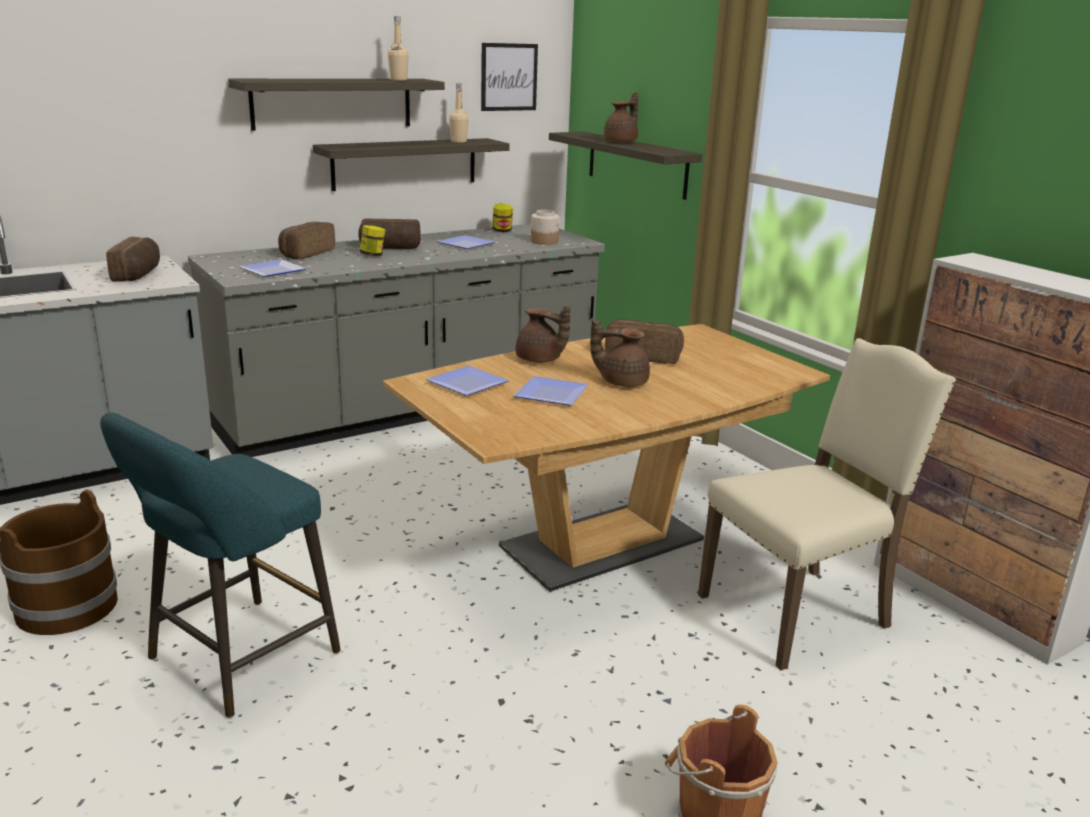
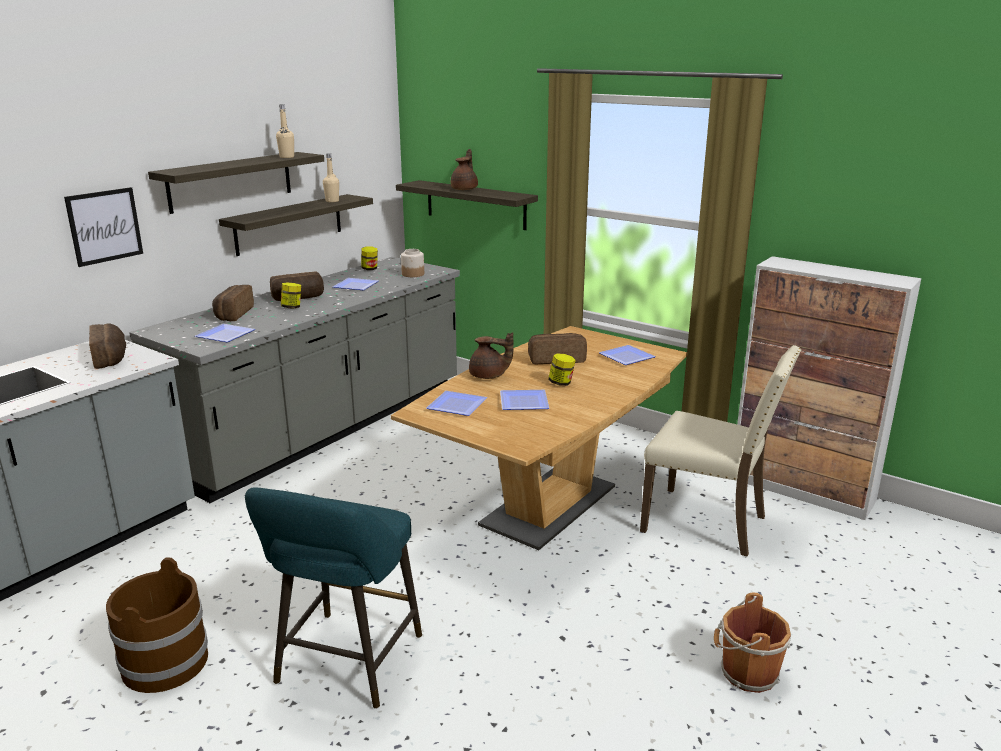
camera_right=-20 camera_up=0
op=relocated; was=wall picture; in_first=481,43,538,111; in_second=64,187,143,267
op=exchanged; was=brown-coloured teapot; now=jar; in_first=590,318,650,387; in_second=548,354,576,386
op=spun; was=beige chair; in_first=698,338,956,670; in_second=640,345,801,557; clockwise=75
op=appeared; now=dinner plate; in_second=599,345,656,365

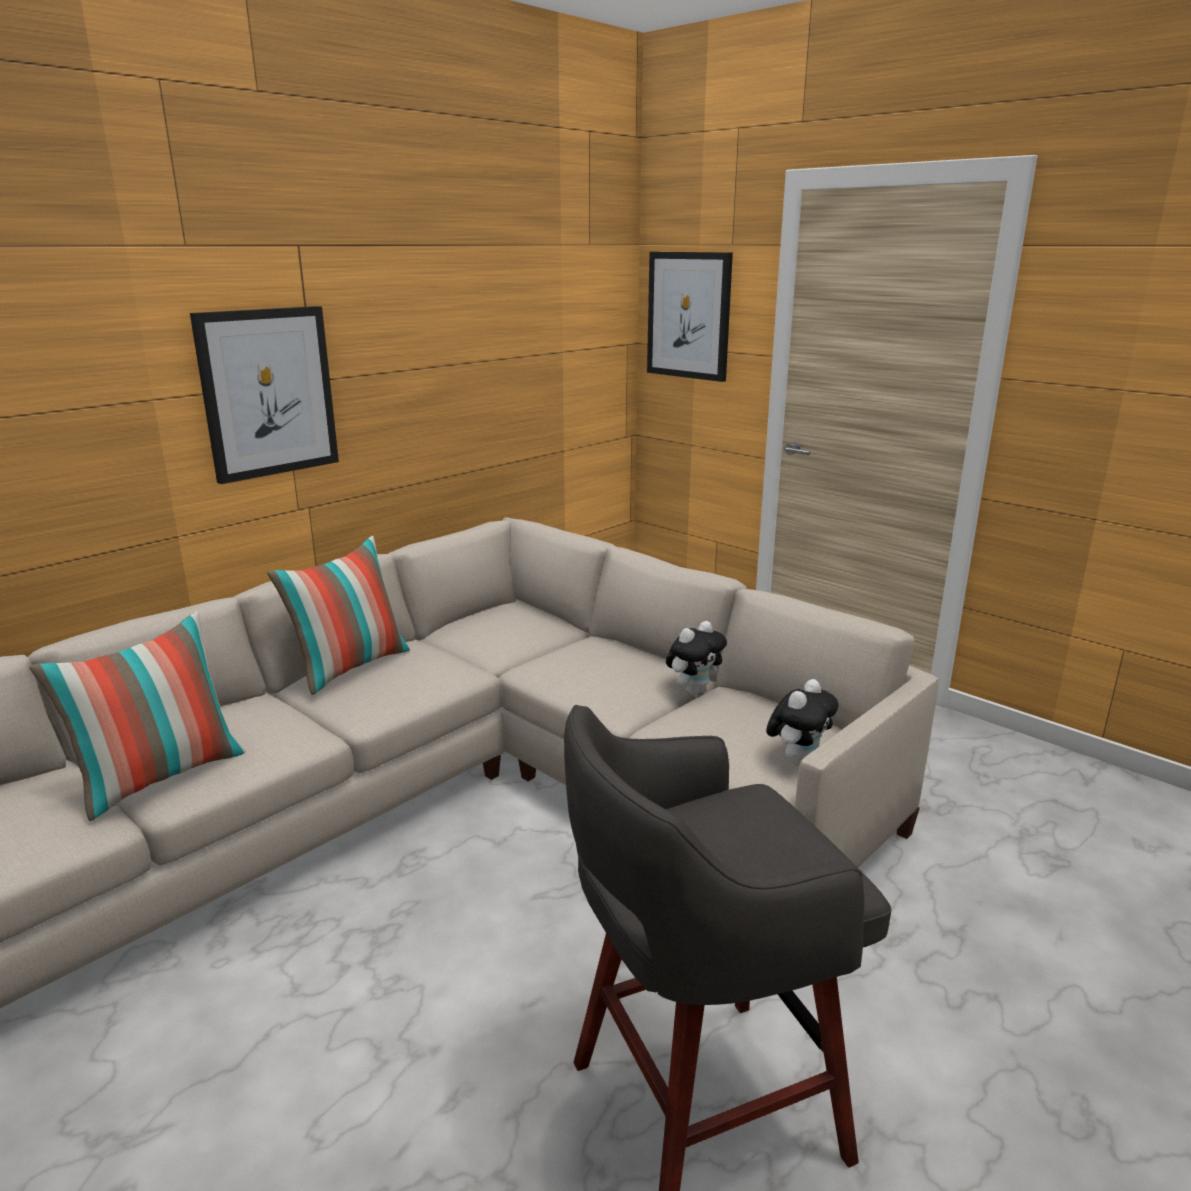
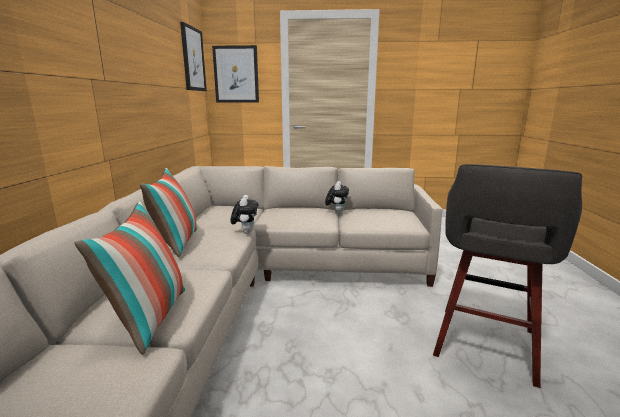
camera_right=-40 camera_up=-5
op=relocated; was=wall picture; in_first=190,306,339,484; in_second=180,22,207,91
op=relocated; was=cuddly toy; in_first=766,679,838,766; in_second=230,195,258,234

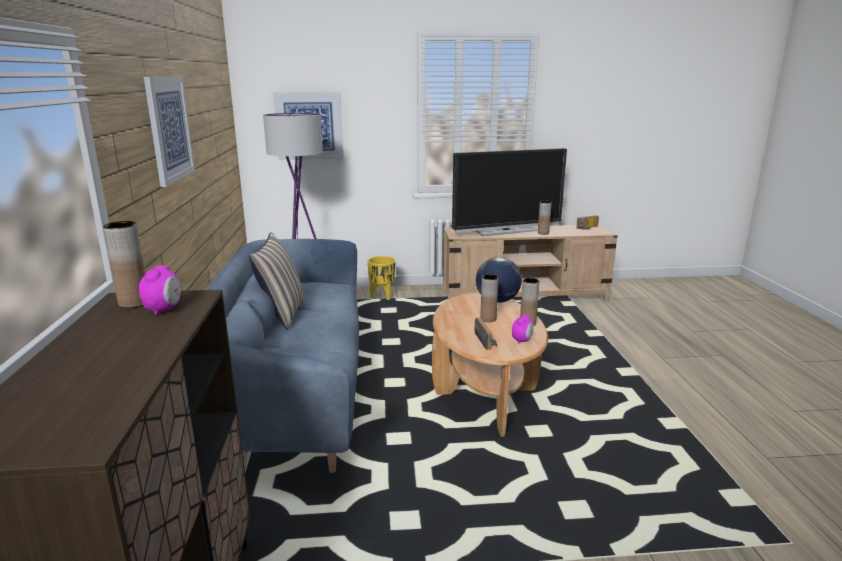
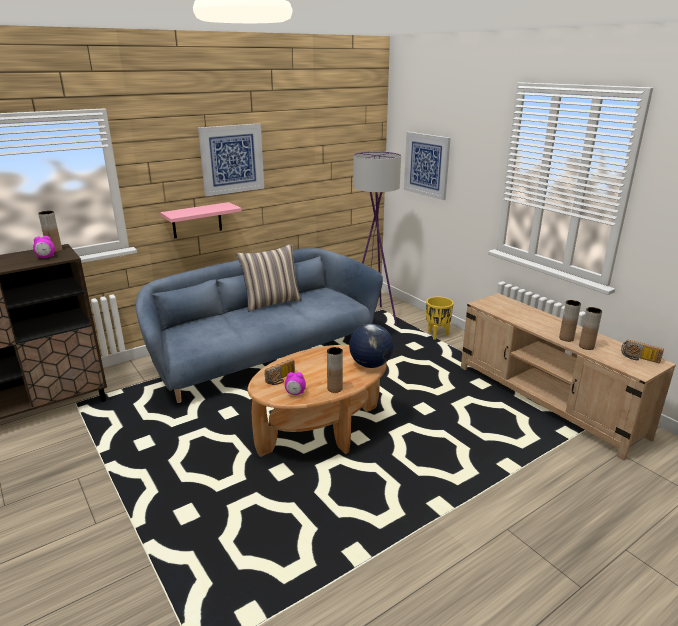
camera_right=60 camera_up=5
op=missing; was=TV; in_first=452,148,567,236
op=relocated; was=brown-coloured flower vase; in_first=480,274,498,322; in_second=579,307,602,350
op=appeared; now=pink-coloured bracket shelf; in_second=160,202,242,238

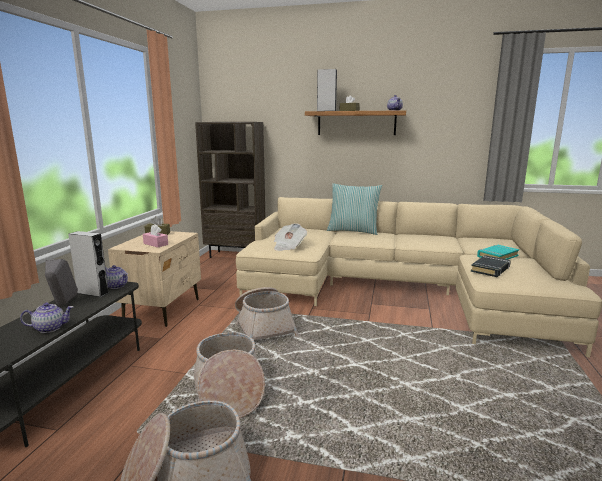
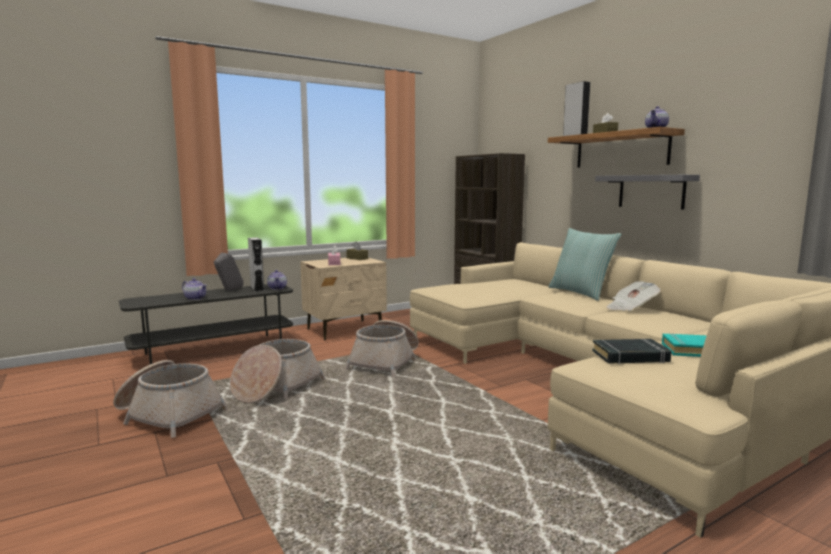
camera_right=45 camera_up=-5
op=relocated; was=newspaper; in_first=274,223,307,251; in_second=607,281,660,311
op=appeared; now=gray bracket shelf; in_second=595,175,700,210

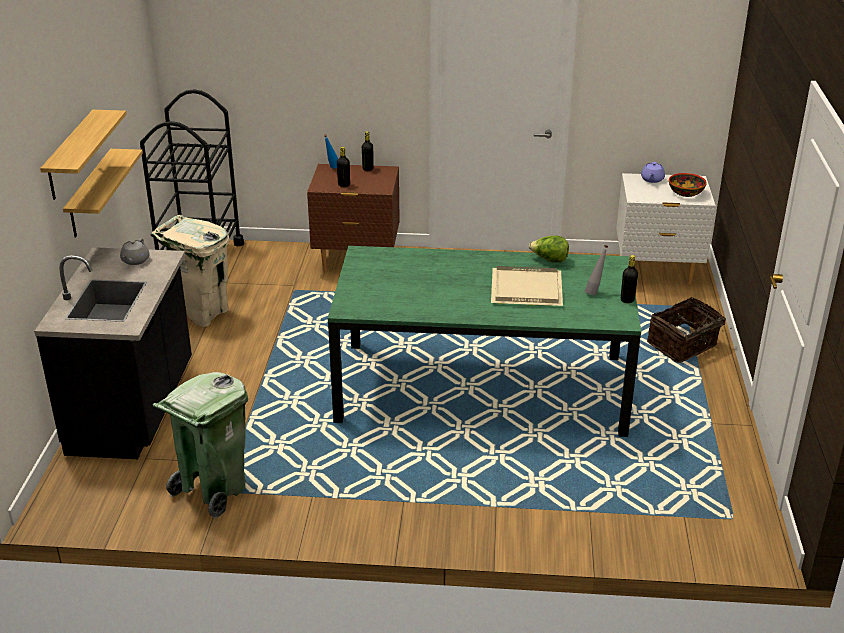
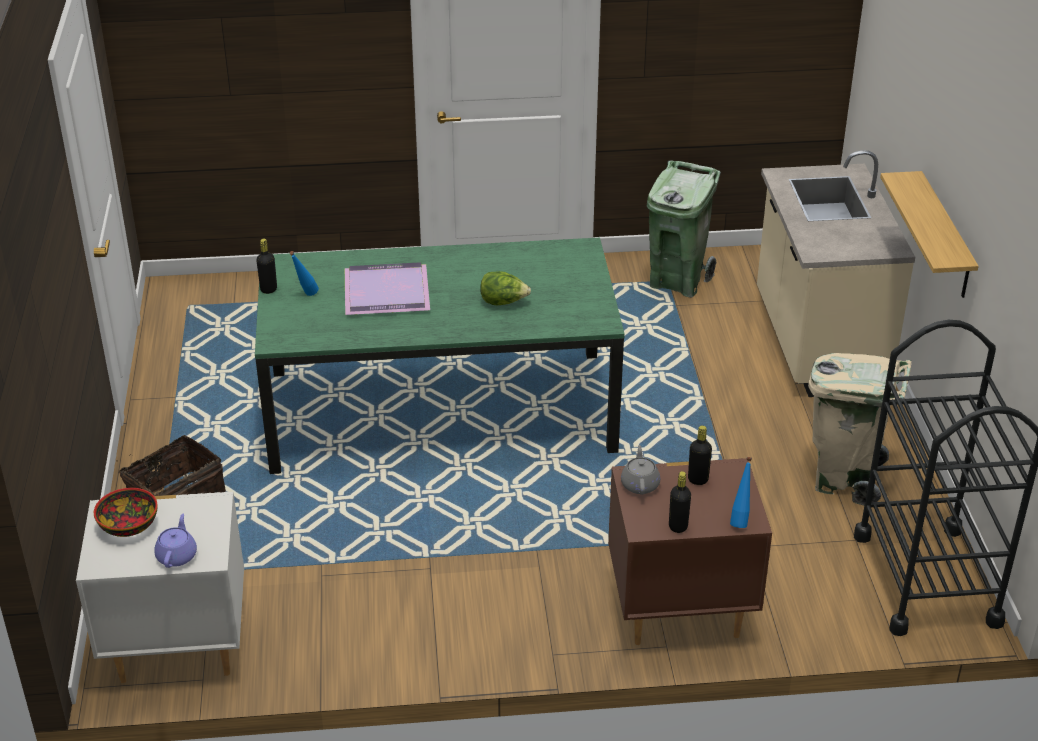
camera_right=170 camera_up=5
op=colour; was=black counter; now=beige counter; in_first=34,247,192,459; in_second=757,150,915,397
op=missing; was=bracket shelf; in_first=40,110,127,200
op=relocated; was=gray teapot; in_first=120,238,149,265; in_second=621,445,660,495
op=colour; was=beige carrying tray; now=purplish carrying tray; in_first=491,266,563,306; in_second=345,262,430,315
op=relocated; was=head of lettuce; in_first=529,236,569,263; in_second=480,271,531,305
op=colour; was=gray bottle; now=blue-coloured bottle; in_first=585,245,608,295; in_second=289,251,319,296

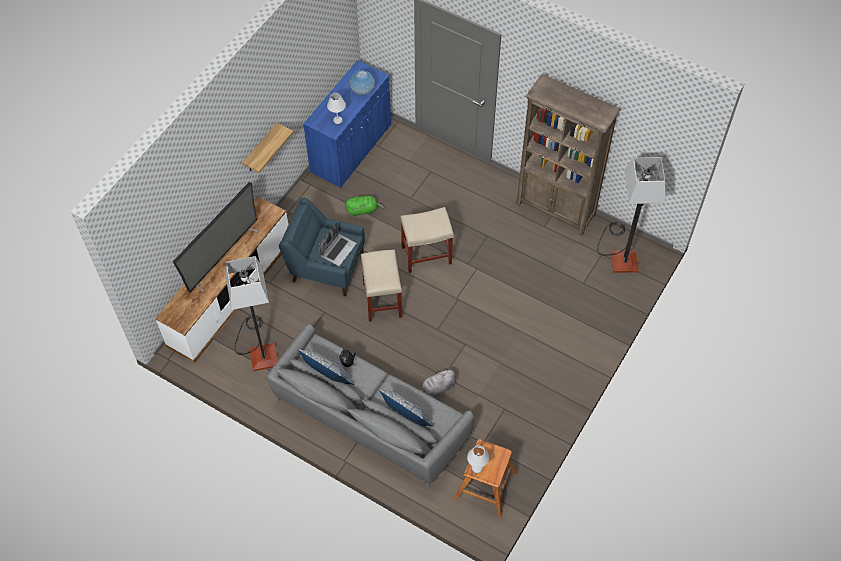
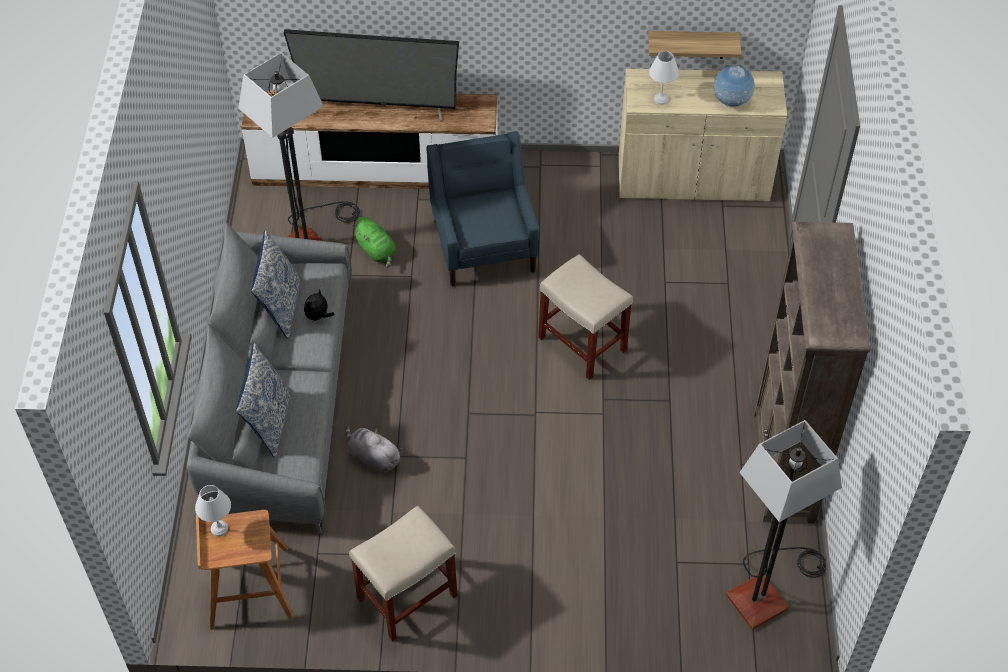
camera_right=60 camera_up=-5
op=relocated; was=bracket shelf; in_first=242,123,294,173; in_second=648,31,741,59
op=colour; was=blue-coloured cupboard; now=beige cupboard; in_first=303,60,391,188; in_second=619,69,787,201
op=missing; was=notebook computer; in_first=319,222,357,266
op=relocated; was=greenish cuddly toy; in_first=345,196,384,216; in_second=352,216,396,268
op=relocated; was=beige stool; in_first=361,250,403,322; in_second=349,505,458,641

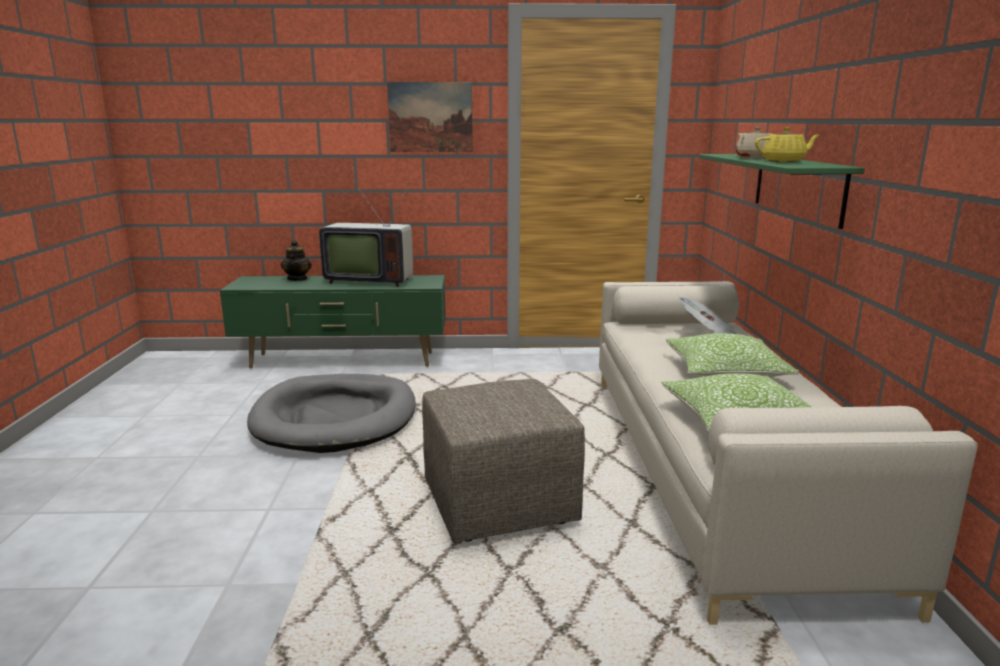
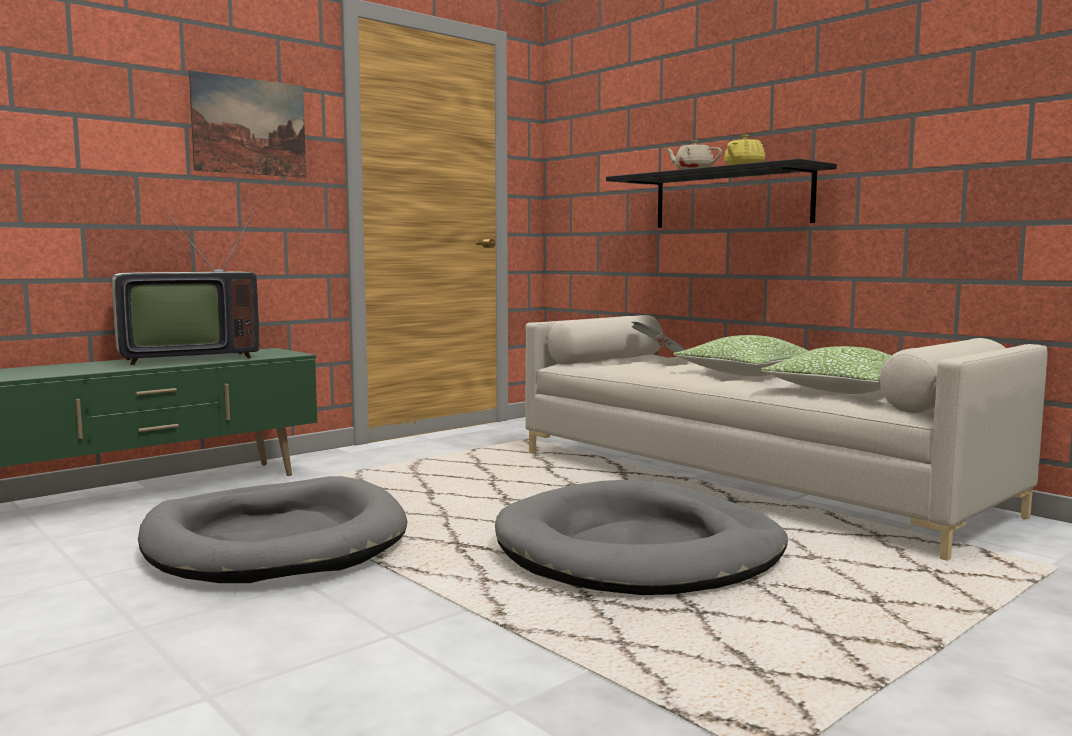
camera_right=-40 camera_up=-10
op=missing; was=teapot; in_first=281,240,312,281
op=exchanged; was=beige footrest; now=gray dog cushion; in_first=422,379,585,543; in_second=495,480,788,595
op=colour; was=greenish bracket shelf; now=black bracket shelf; in_first=699,154,865,229; in_second=606,159,837,228

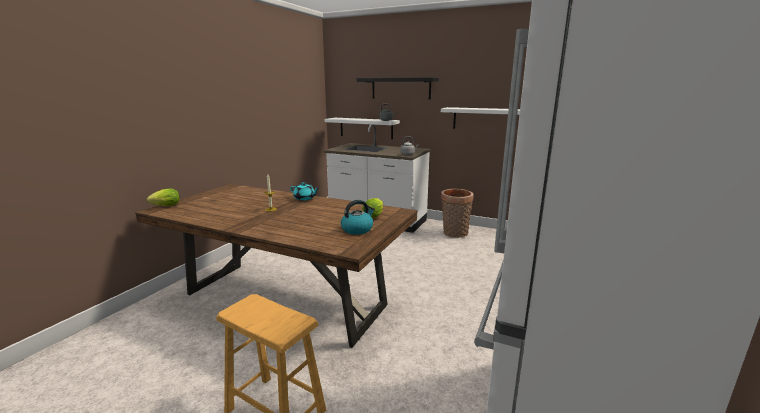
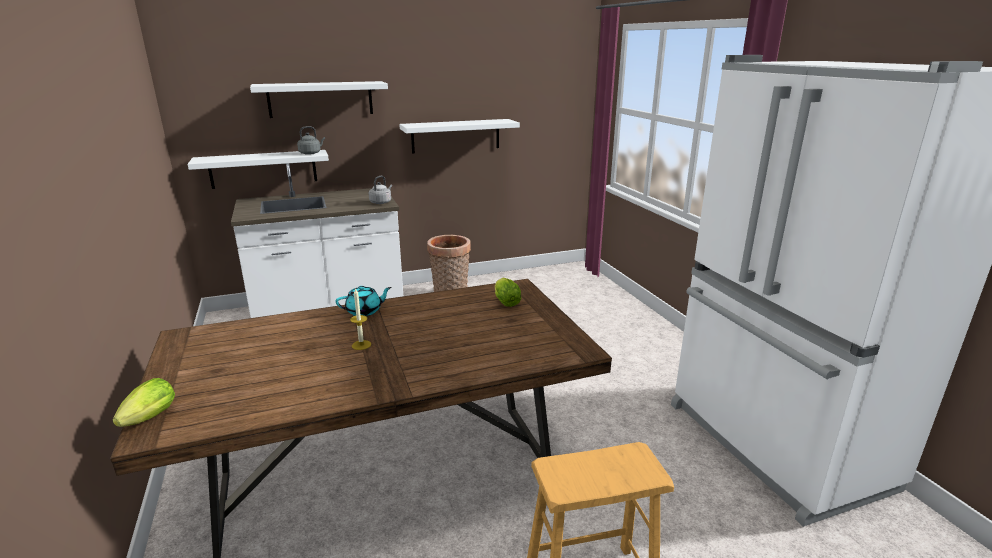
camera_right=-45 camera_up=5
op=missing; was=kettle; in_first=341,200,375,235
op=colour; was=black bracket shelf; now=whitish bracket shelf; in_first=357,78,439,99; in_second=250,81,388,118

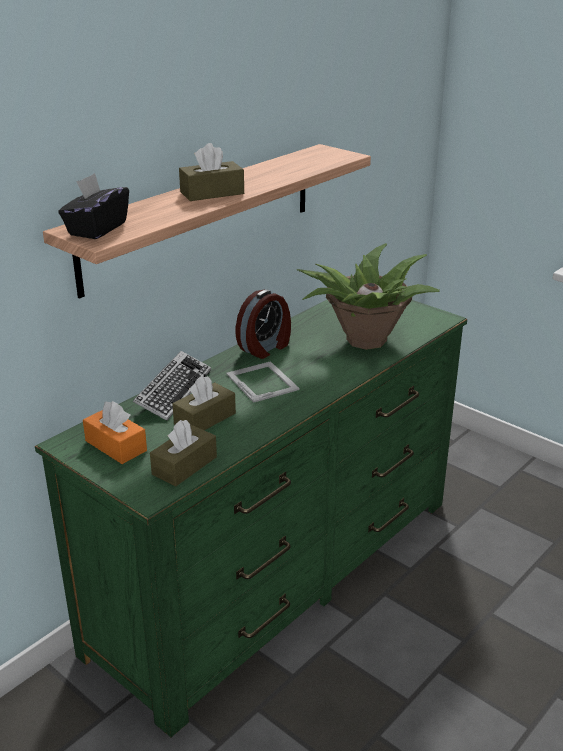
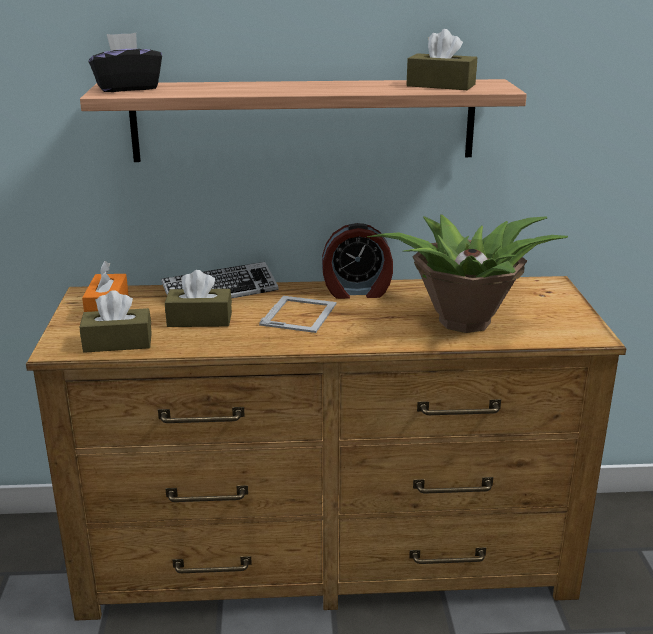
camera_right=45 camera_up=-5
op=colour; was=greenish dresser; now=brown-coloured dresser; in_first=35,300,467,737; in_second=26,276,626,621
op=relocated; was=brown-coloured tissue holder; in_first=179,143,244,201; in_second=406,29,477,90

